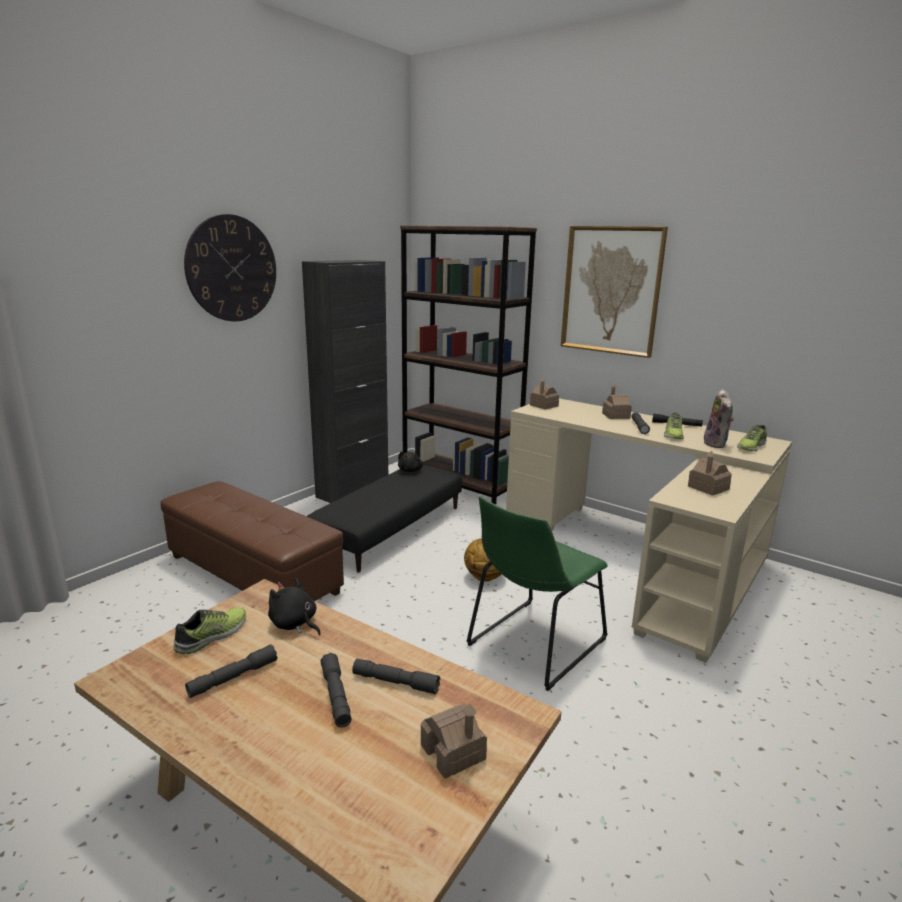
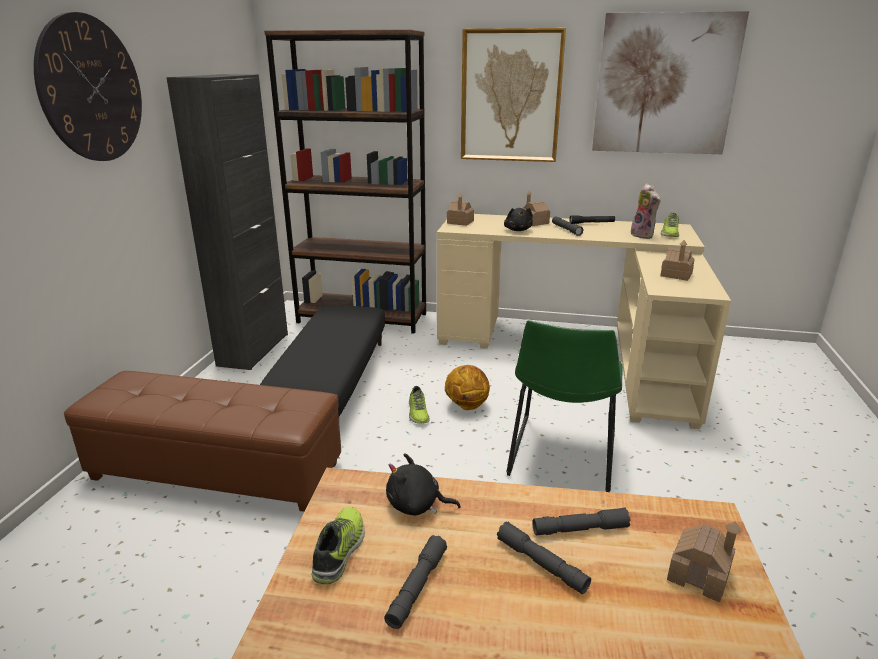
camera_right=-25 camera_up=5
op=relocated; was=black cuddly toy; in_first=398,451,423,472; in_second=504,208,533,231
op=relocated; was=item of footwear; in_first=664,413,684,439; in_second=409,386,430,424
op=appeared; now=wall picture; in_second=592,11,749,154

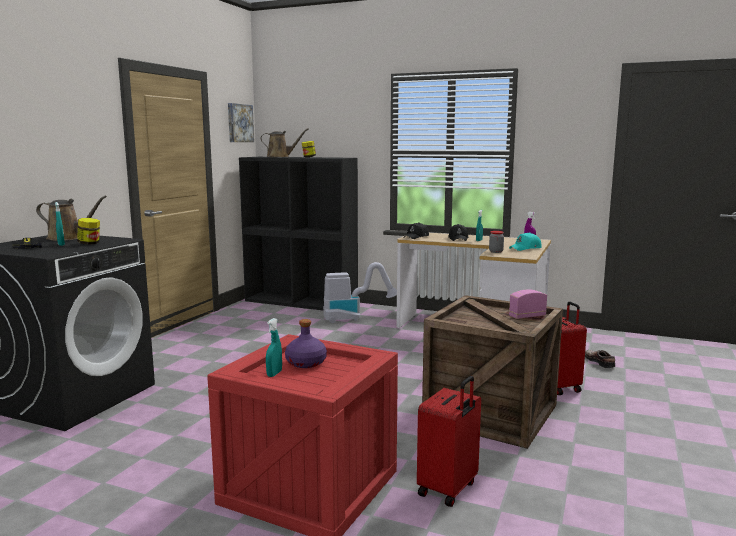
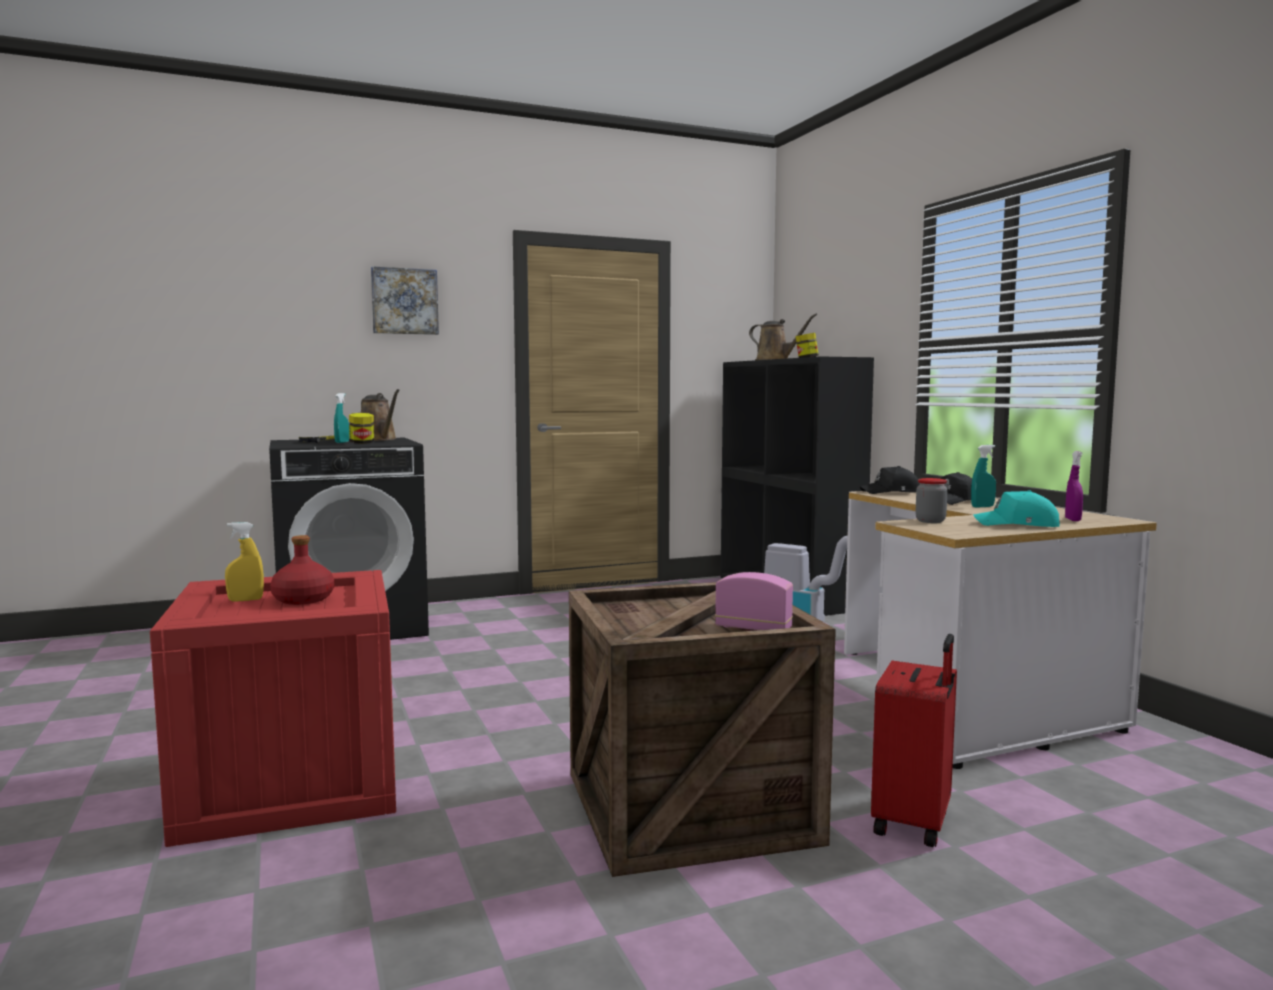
camera_right=45 camera_up=-5
op=relocated; was=wall picture; in_first=228,103,254,142; in_second=371,266,439,335
op=colour; was=blue-green spray bottle; now=yellow spray bottle; in_first=266,318,282,377; in_second=225,522,264,601
op=colour; was=purplish bottle; now=red bottle; in_first=285,319,327,368; in_second=270,535,334,605
op=missing; was=red travel case; in_first=417,376,481,507
op=missing; was=item of footwear; in_first=585,350,615,368

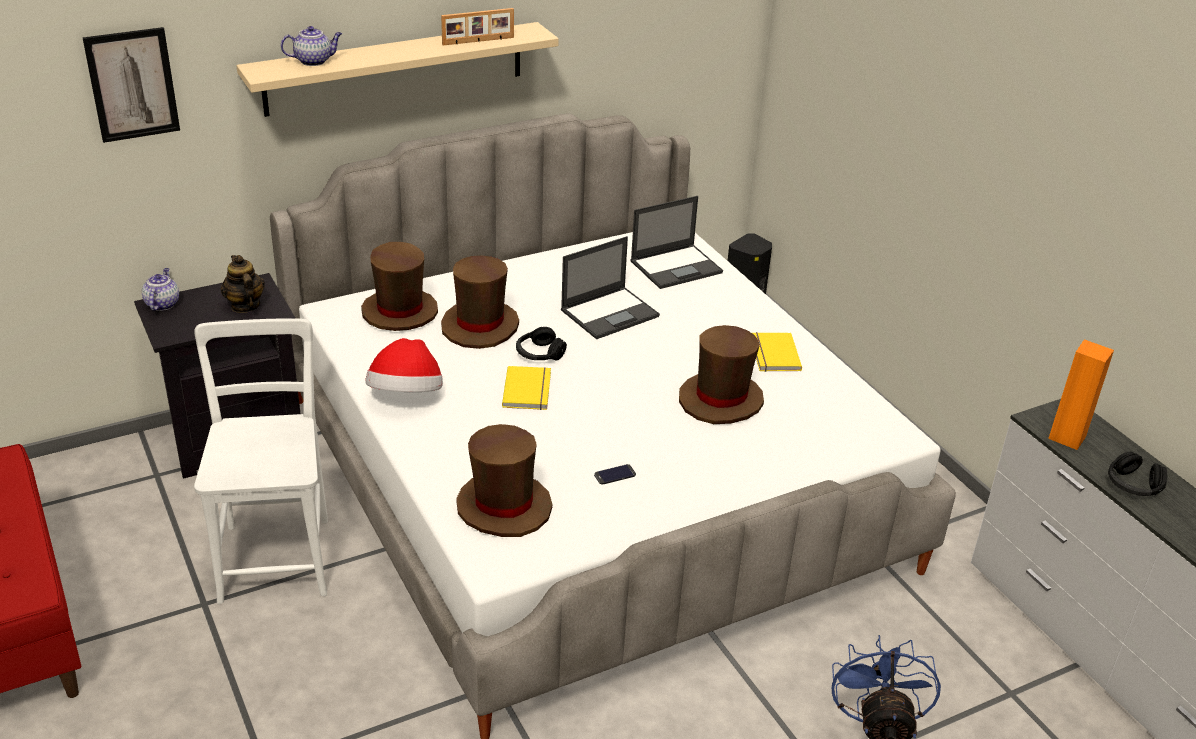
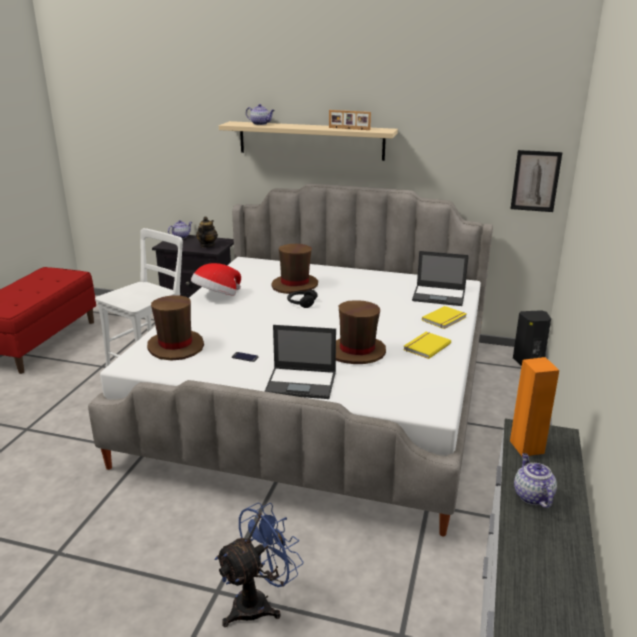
camera_right=45 camera_up=-10
op=relocated; was=wall picture; in_first=82,27,180,143; in_second=510,150,562,212
op=missing; was=brown-coloured hat; in_first=361,242,438,331
op=relocated; was=yellow volume; in_first=502,366,551,410; in_second=422,306,467,329
op=relocated; was=notebook computer; in_first=561,236,660,339; in_second=265,325,336,399
op=exchanged; was=black pair of headphones; now=teapot; in_first=1108,452,1167,496; in_second=514,453,557,508

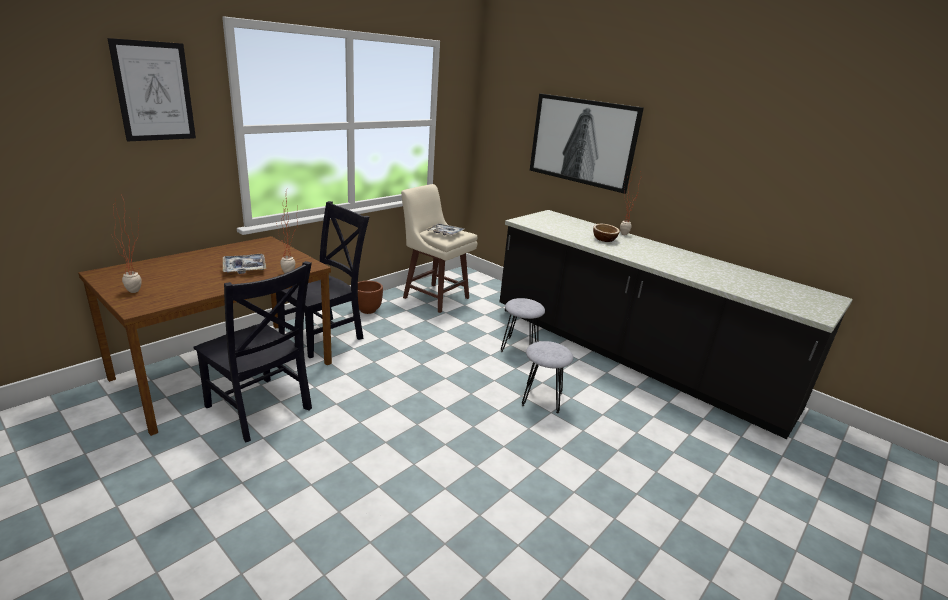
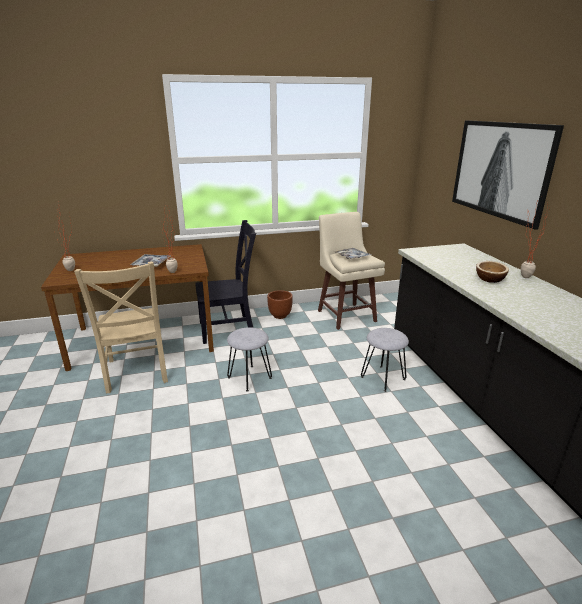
camera_right=35 camera_up=0
op=missing; was=wall picture; in_first=107,38,196,142
op=colour; was=black chair; now=beige chair; in_first=193,261,312,442; in_second=74,261,168,393
op=relocated; was=gray stool; in_first=522,341,573,413; in_second=227,327,272,392

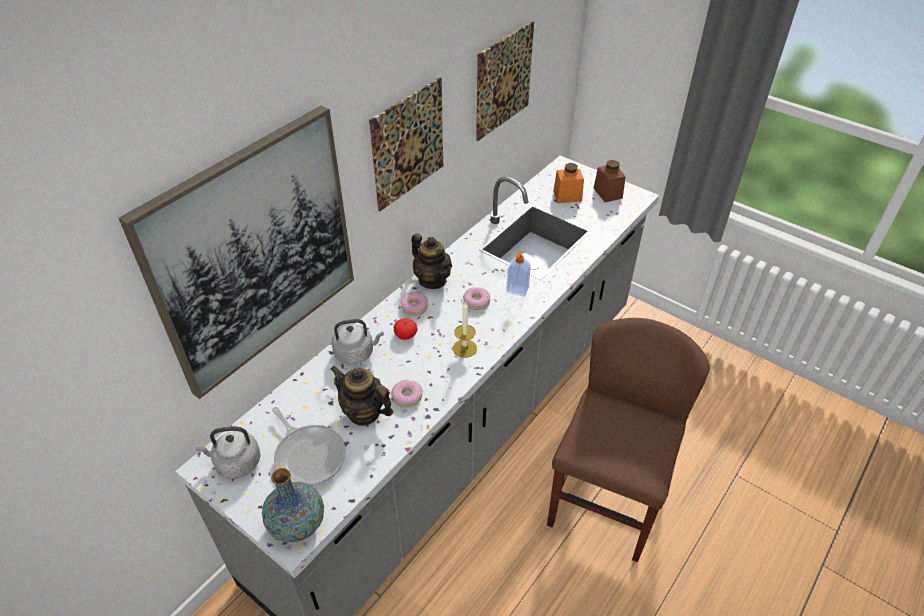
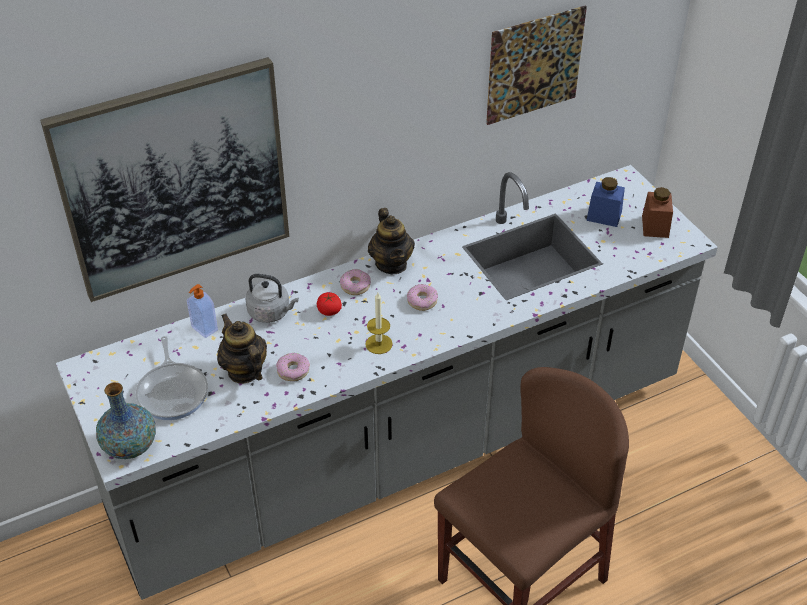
camera_right=25 camera_up=0
op=missing; was=gray kettle; in_first=195,426,261,479
op=missing; was=wall picture; in_first=369,77,443,211
op=relocated; was=soap dispenser; in_first=506,251,531,297; in_second=187,284,218,338
op=colour; was=orange-coloured jar; now=blue-coloured jar; in_first=553,163,584,203; in_second=586,177,625,227

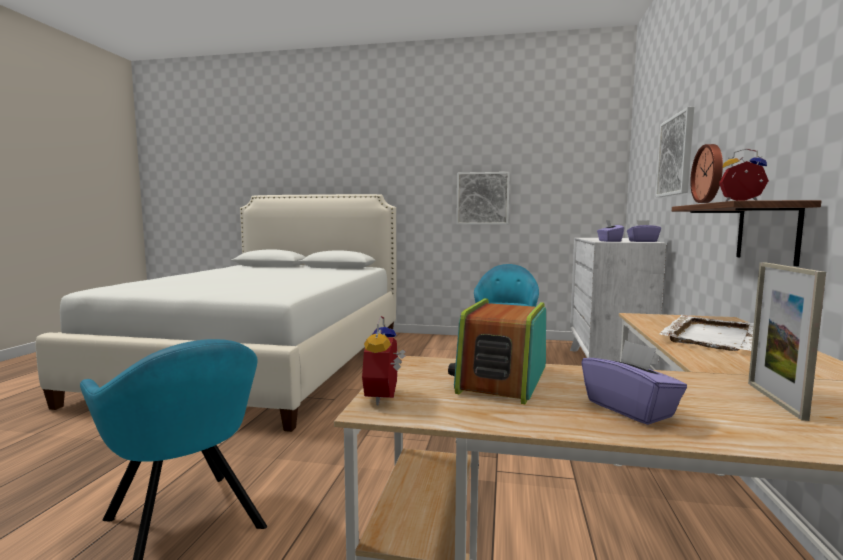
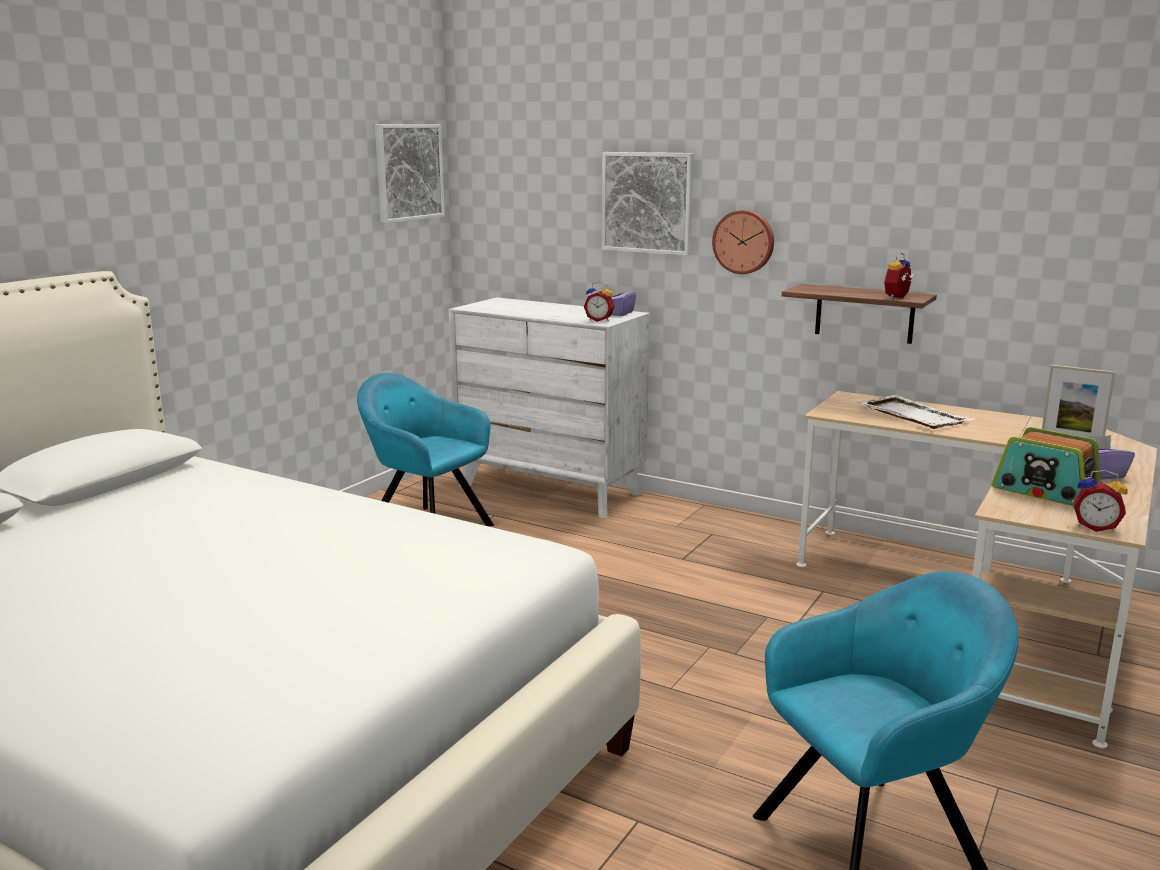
camera_right=-70 camera_up=10
op=relocated; was=wall picture; in_first=456,172,510,225; in_second=375,124,445,223
op=exchanged; was=purplish tissue holder; now=alarm clock; in_first=597,220,624,242; in_second=584,282,615,322

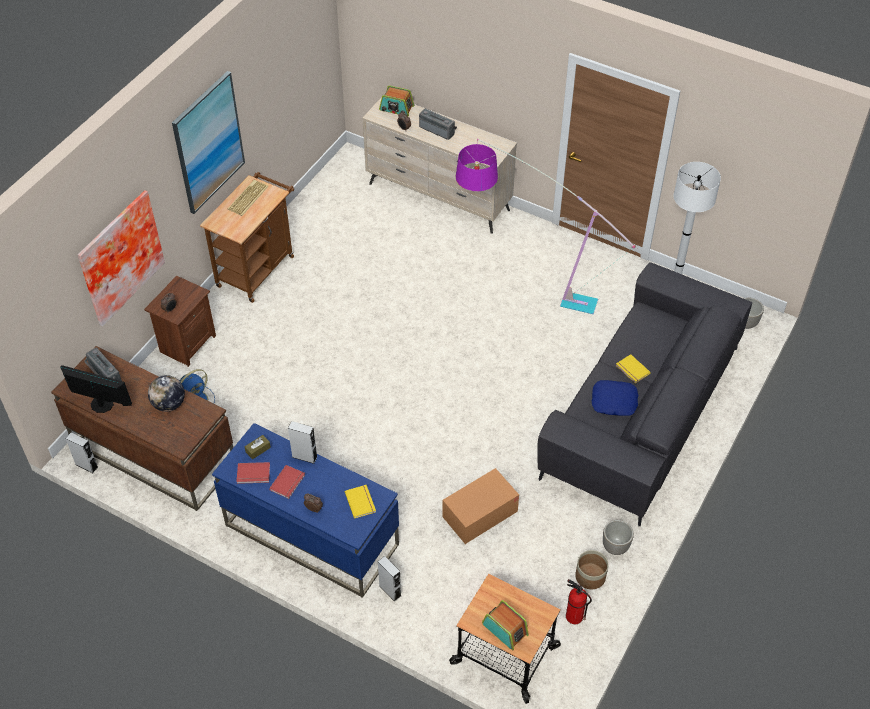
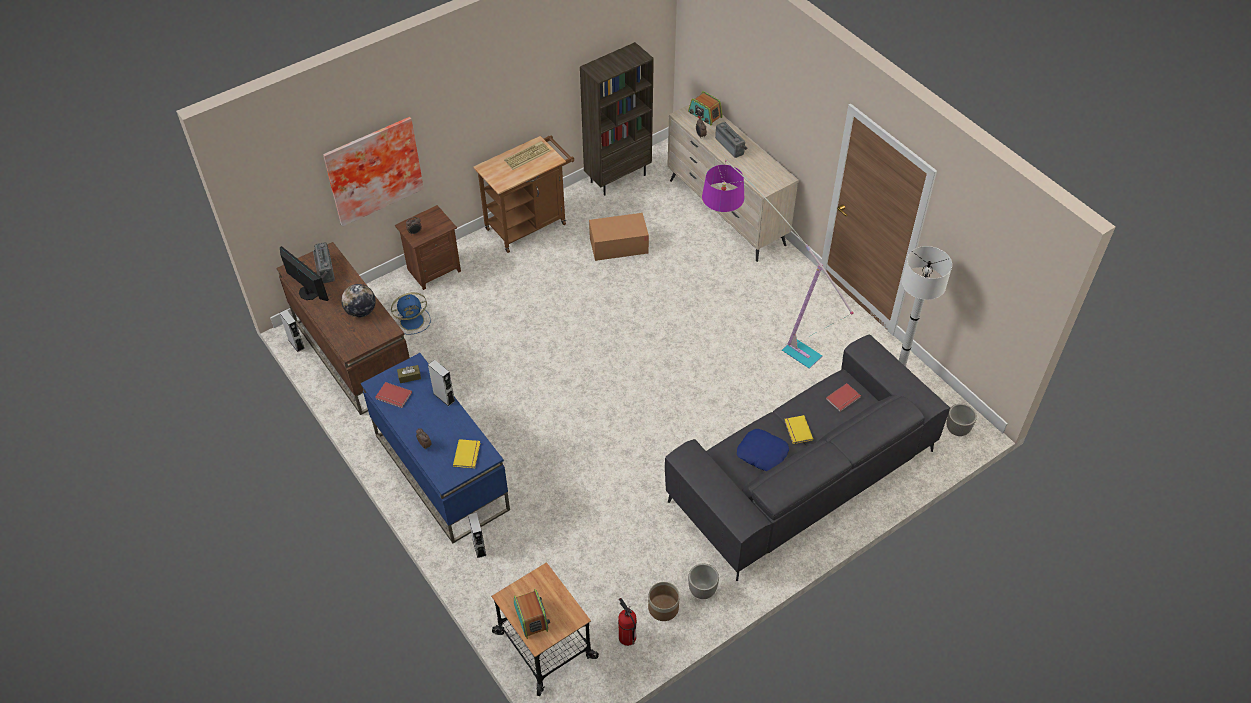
camera_right=25 camera_up=0
op=missing; was=wall picture; in_first=172,71,245,214
op=relocated; was=red volume; in_first=269,465,305,499; in_second=826,383,861,412
op=relocated; was=packing box; in_first=442,468,519,544; in_second=589,213,649,261
op=appeared; now=brown-coloured bookshelf; in_second=580,42,654,196

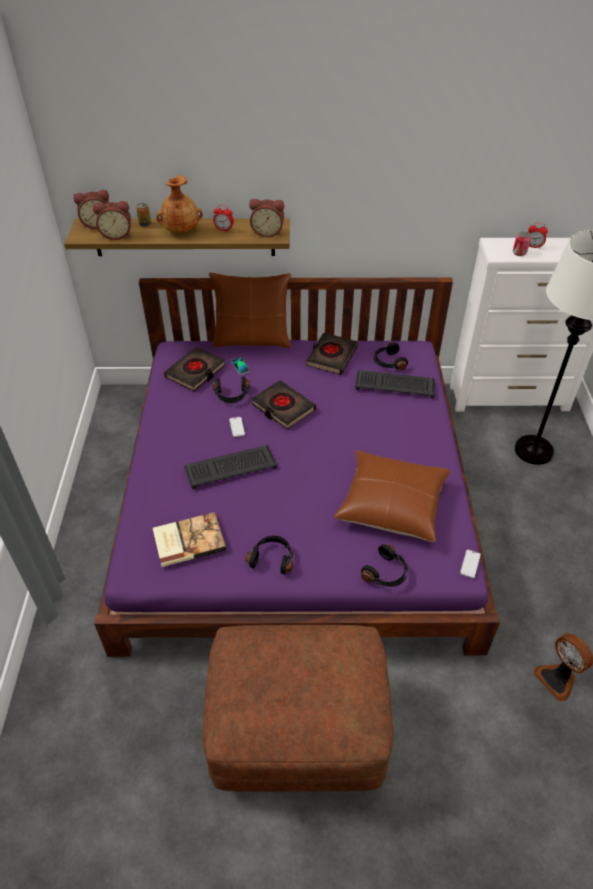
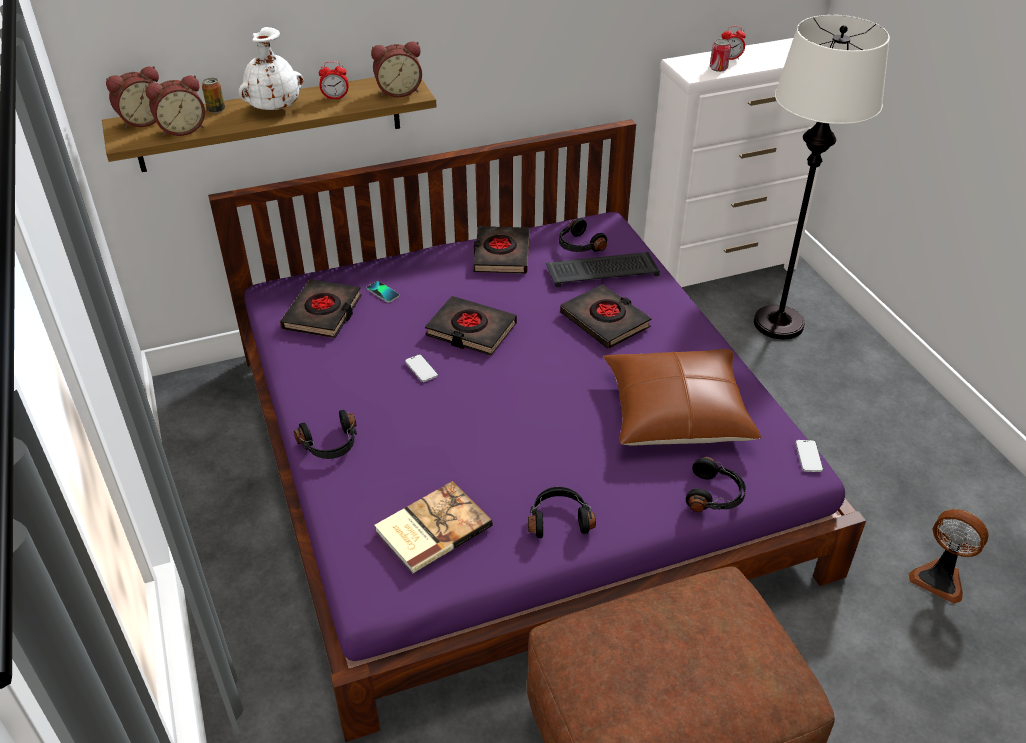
camera_right=-20 camera_up=-5
op=colour; was=brown-coloured flower vase; now=whitish flower vase; in_first=156,175,203,233; in_second=238,27,304,110
op=missing; was=PC keyboard; in_first=184,445,277,489
op=missing; was=brown-coloured throw pillow; in_first=209,272,291,348
op=relocated; was=black pair of headphones; in_first=212,376,250,403; in_second=294,410,357,459
op=appeared; now=black volume; in_second=560,284,652,349

